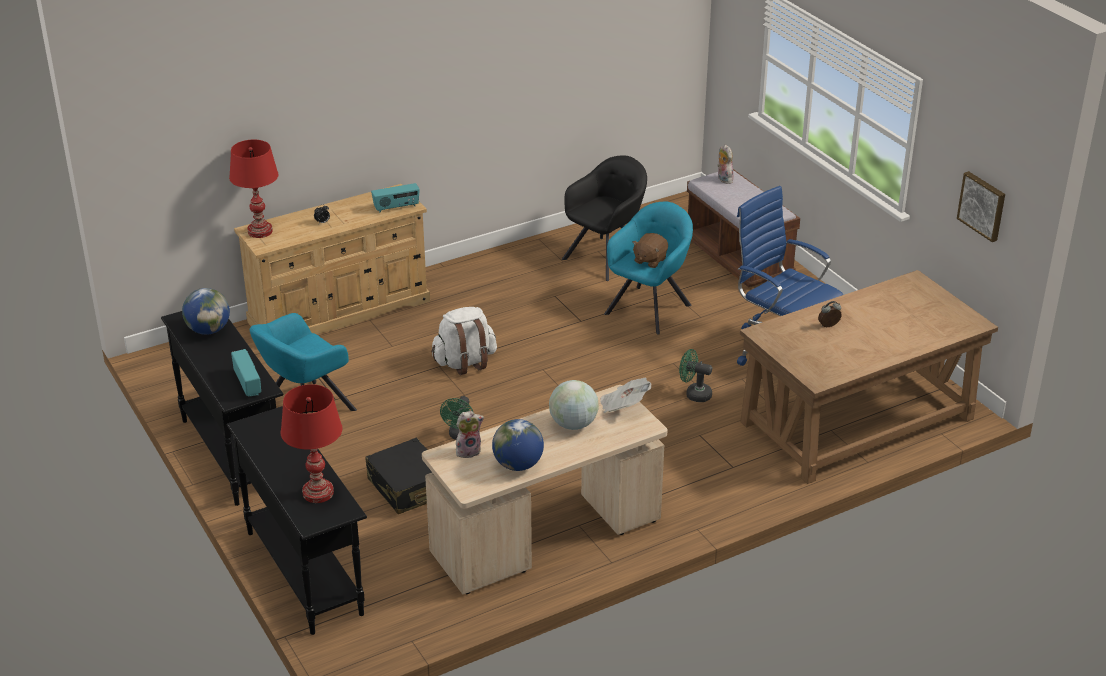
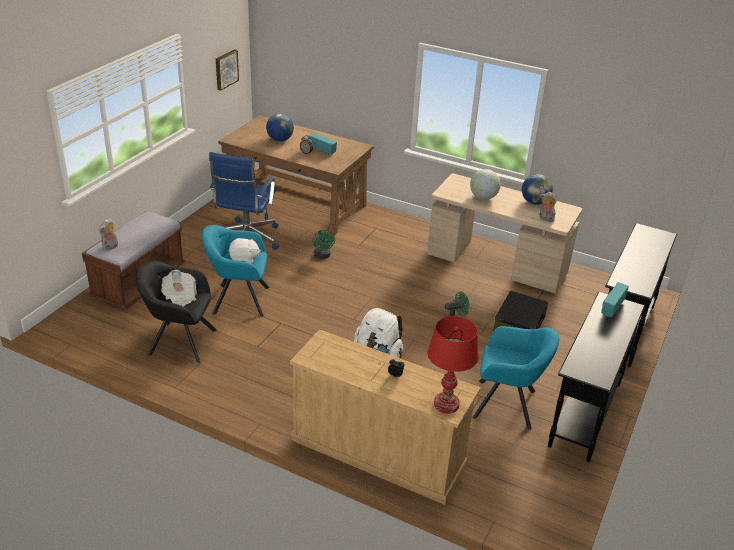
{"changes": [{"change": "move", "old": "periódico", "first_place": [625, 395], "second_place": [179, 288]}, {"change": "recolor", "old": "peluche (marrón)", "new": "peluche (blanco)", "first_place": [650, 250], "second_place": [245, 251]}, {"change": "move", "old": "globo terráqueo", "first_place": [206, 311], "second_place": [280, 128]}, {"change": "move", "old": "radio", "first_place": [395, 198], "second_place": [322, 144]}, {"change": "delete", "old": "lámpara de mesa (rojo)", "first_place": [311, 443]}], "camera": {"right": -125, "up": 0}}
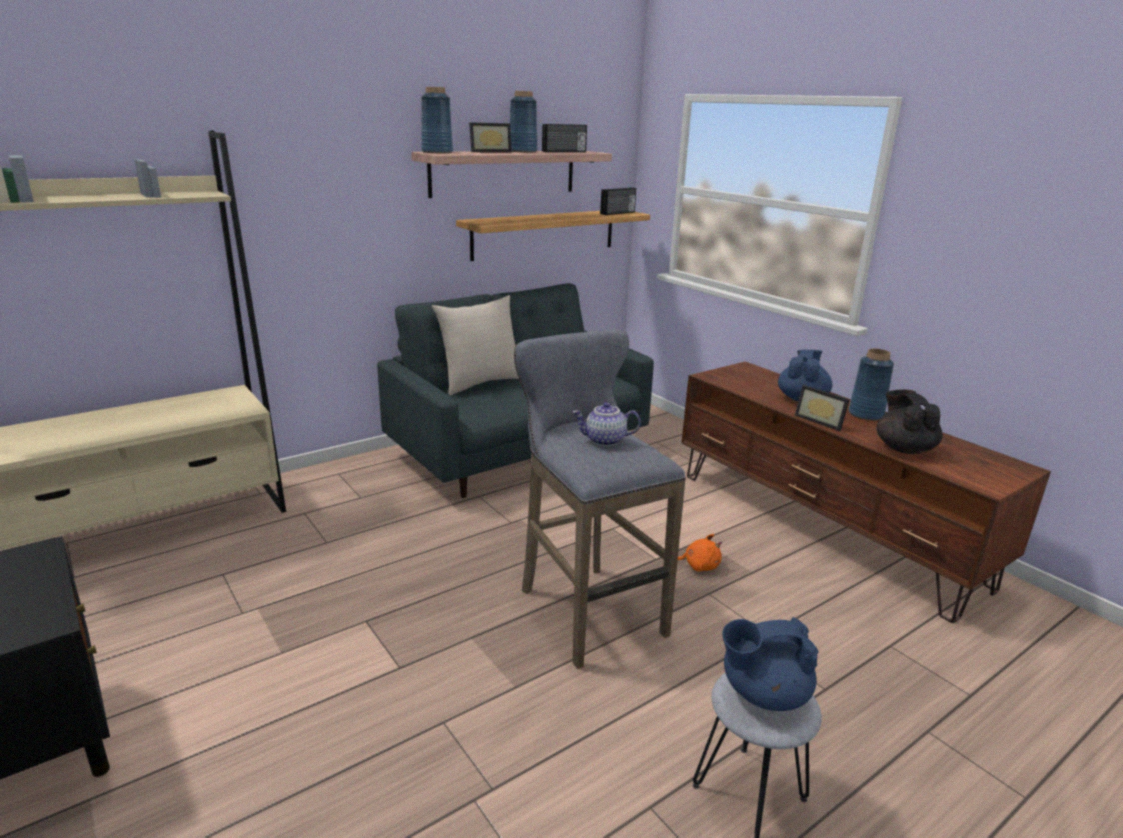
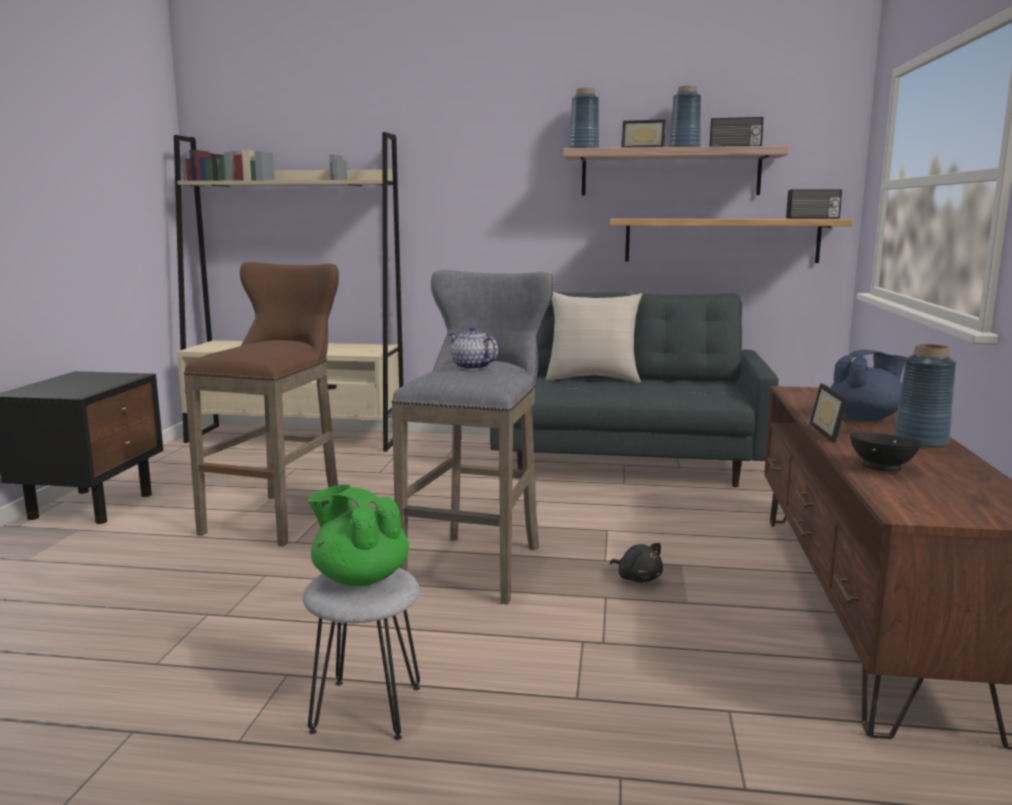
{"changes": [{"change": "insert", "new": "taburete (marrón)", "second_place": [261, 404]}, {"change": "recolor", "old": "tetera (azul)", "new": "tetera (verde)", "first_place": [770, 664], "second_place": [358, 535]}, {"change": "recolor", "old": "peluche (naranja)", "new": "peluche (negro)", "first_place": [700, 553], "second_place": [636, 562]}, {"change": "replace", "old": "tetera (negro)", "new": "cuenco (negro)", "first_place": [909, 421], "second_place": [886, 452]}], "camera": {"right": 45, "up": -10}}
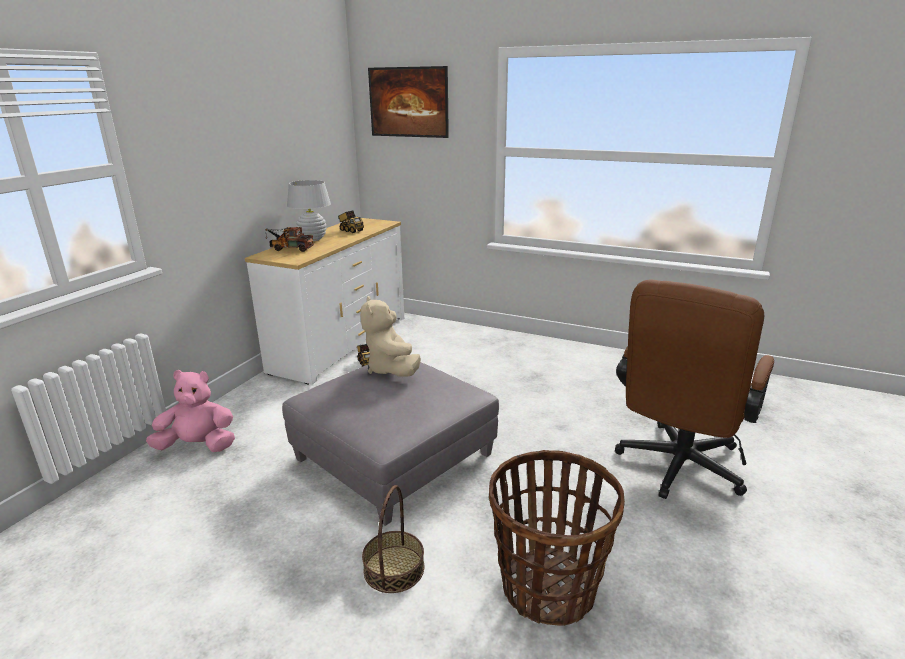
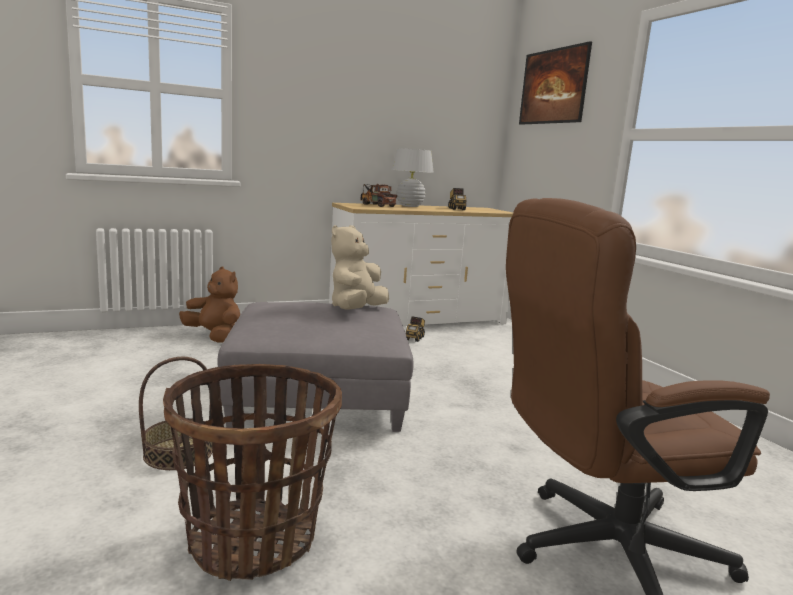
{"changes": [{"change": "recolor", "old": "peluche (rosa)", "new": "peluche (marrón)", "first_place": [190, 411], "second_place": [209, 304]}], "camera": {"right": 40, "up": -10}}
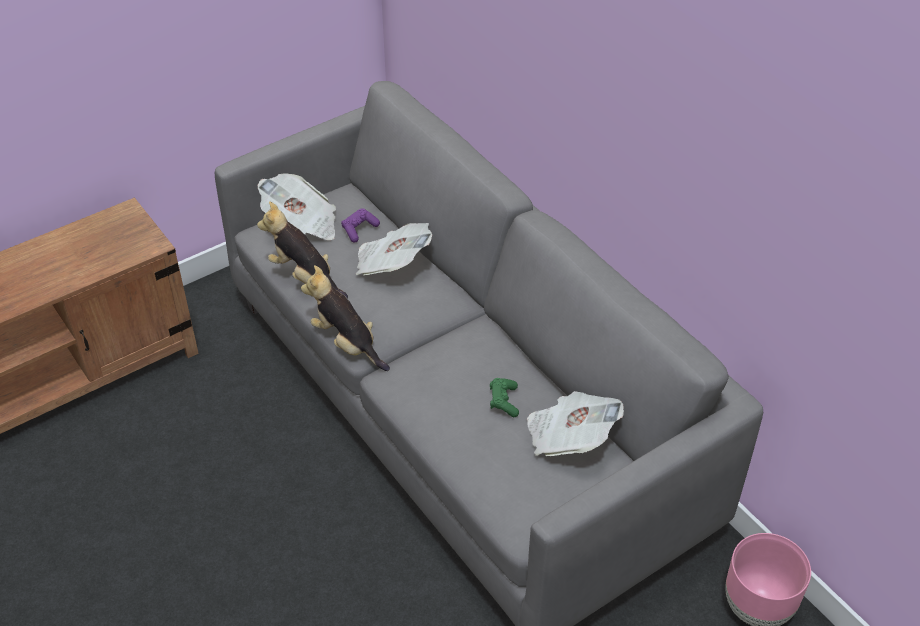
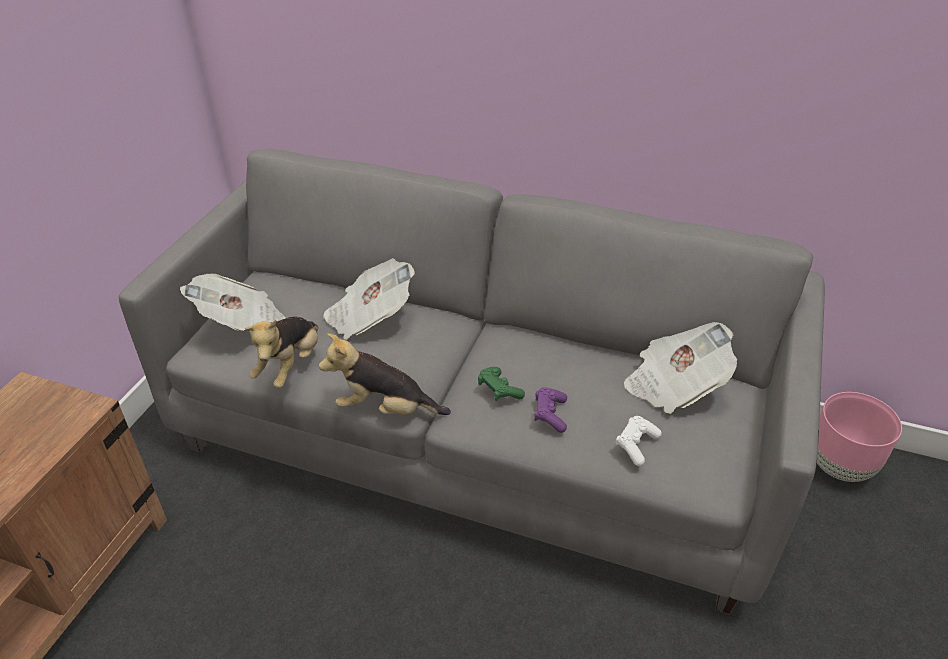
{"changes": [{"change": "rotate", "old": "peluche", "first_place": [302, 249], "second_place": [281, 353], "degrees": -75}, {"change": "move", "old": "mando de consola (verde)", "first_place": [504, 397], "second_place": [501, 384]}, {"change": "move", "old": "mando de consola (morado)", "first_place": [360, 225], "second_place": [550, 410]}, {"change": "insert", "new": "mando de consola (blanco)", "second_place": [639, 441]}], "camera": {"right": -35, "up": -5}}
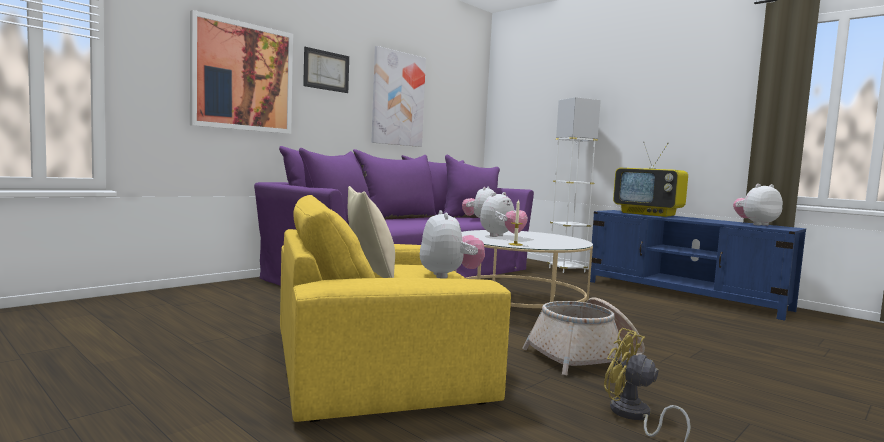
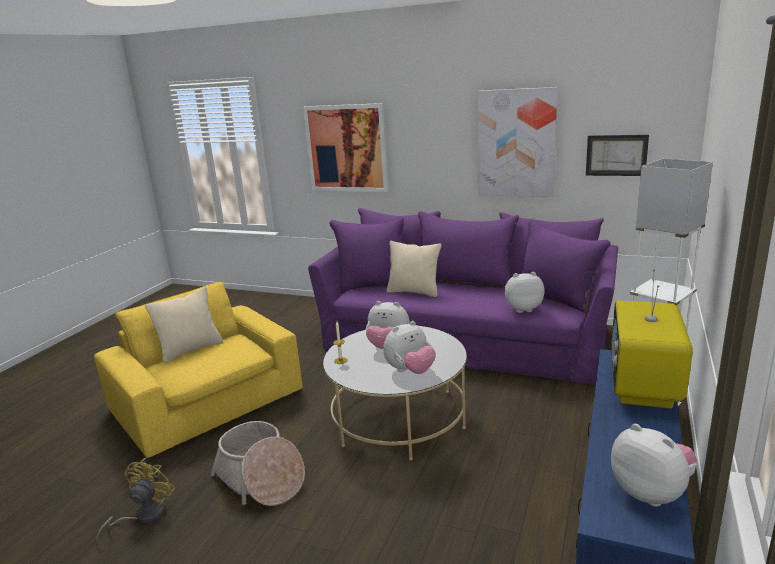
{"changes": [{"change": "move", "old": "peluche", "first_place": [452, 244], "second_place": [409, 347]}, {"change": "insert", "new": "cojín (beis)", "second_place": [414, 269]}, {"change": "move", "old": "cuadro", "first_place": [326, 70], "second_place": [617, 155]}], "camera": {"right": 70, "up": 15}}
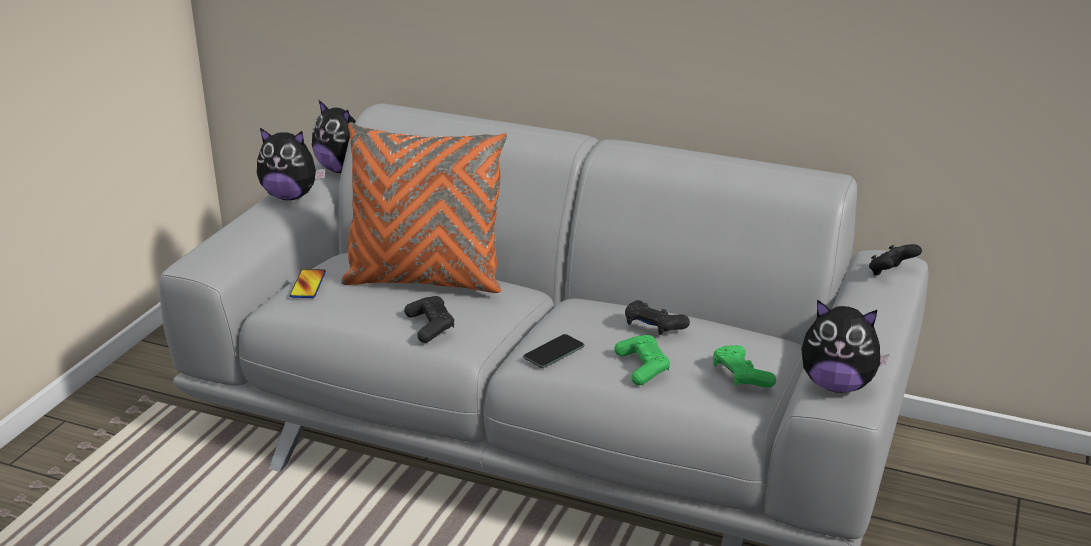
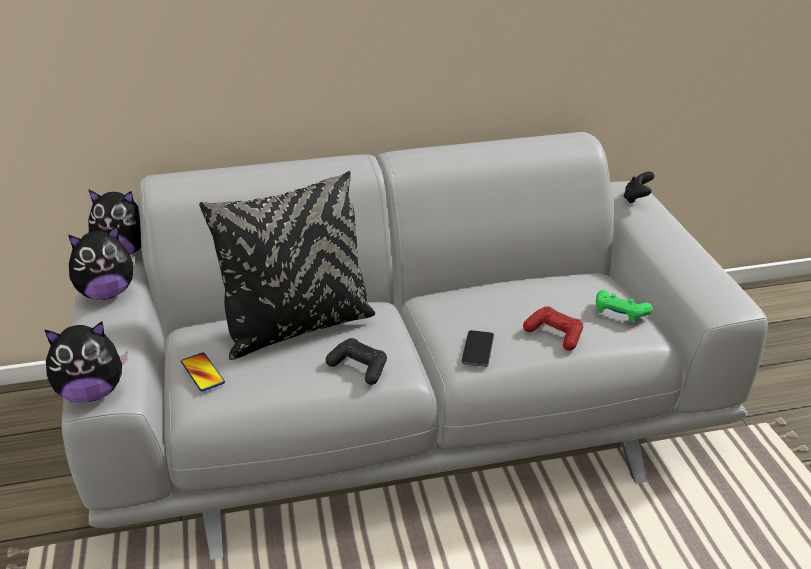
{"changes": [{"change": "move", "old": "peluche", "first_place": [845, 346], "second_place": [86, 362]}, {"change": "recolor", "old": "cojín (naranja)", "new": "cojín (negro)", "first_place": [424, 207], "second_place": [287, 265]}, {"change": "recolor", "old": "mando de consola (verde)", "new": "mando de consola (rojo)", "first_place": [642, 360], "second_place": [553, 328]}, {"change": "delete", "old": "mando de consola (negro)", "first_place": [657, 317]}], "camera": {"right": -35, "up": 5}}
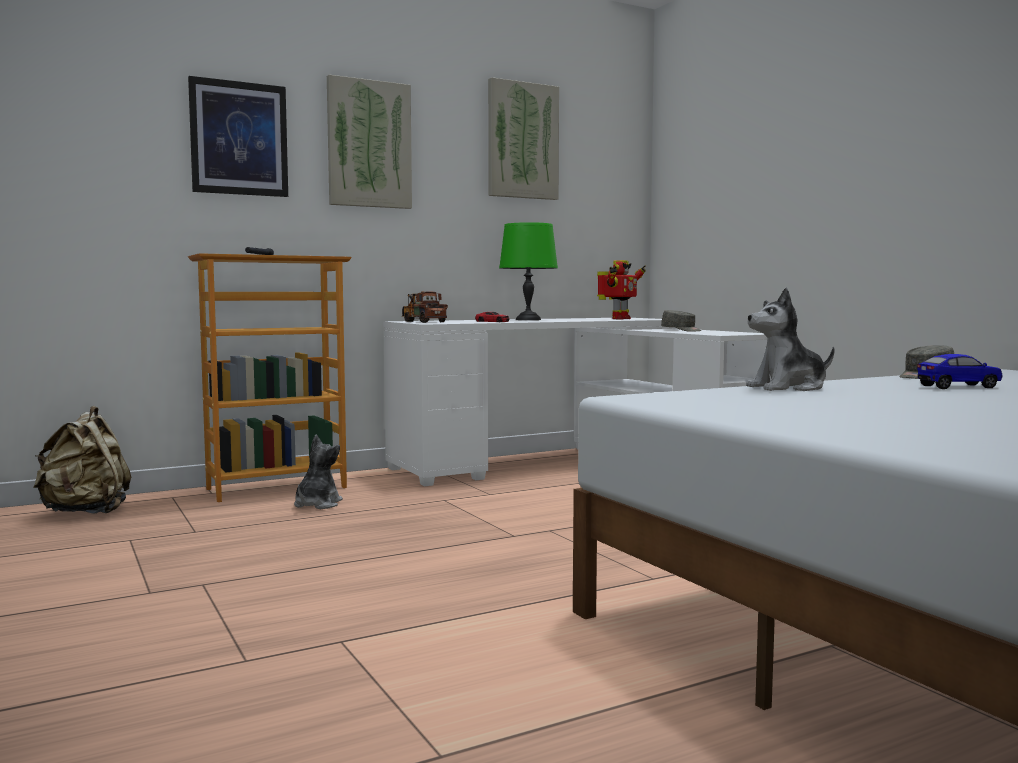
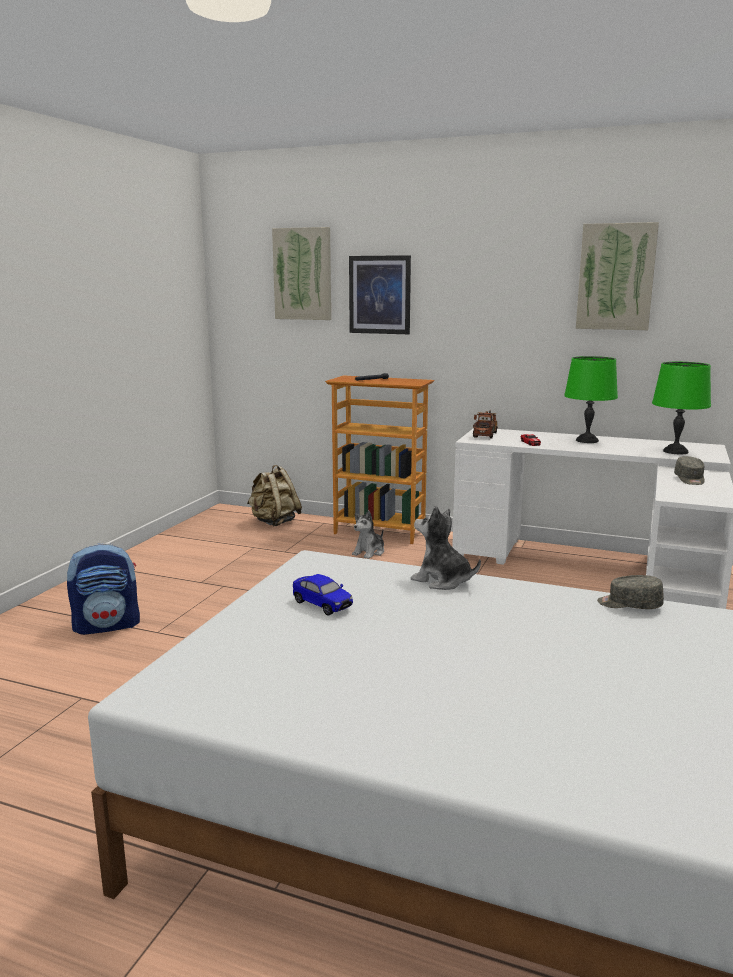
{"changes": [{"change": "insert", "new": "mochila", "second_place": [103, 589]}, {"change": "move", "old": "cuadro", "first_place": [369, 141], "second_place": [301, 273]}, {"change": "move", "old": "coche de juguete", "first_place": [960, 371], "second_place": [323, 595]}, {"change": "rotate", "old": "peluche", "first_place": [318, 472], "second_place": [368, 534], "degrees": 150}, {"change": "replace", "old": "robot de juguete", "new": "lámpara de mesa (verde)", "first_place": [621, 289], "second_place": [681, 408]}], "camera": {"right": 50, "up": 10}}
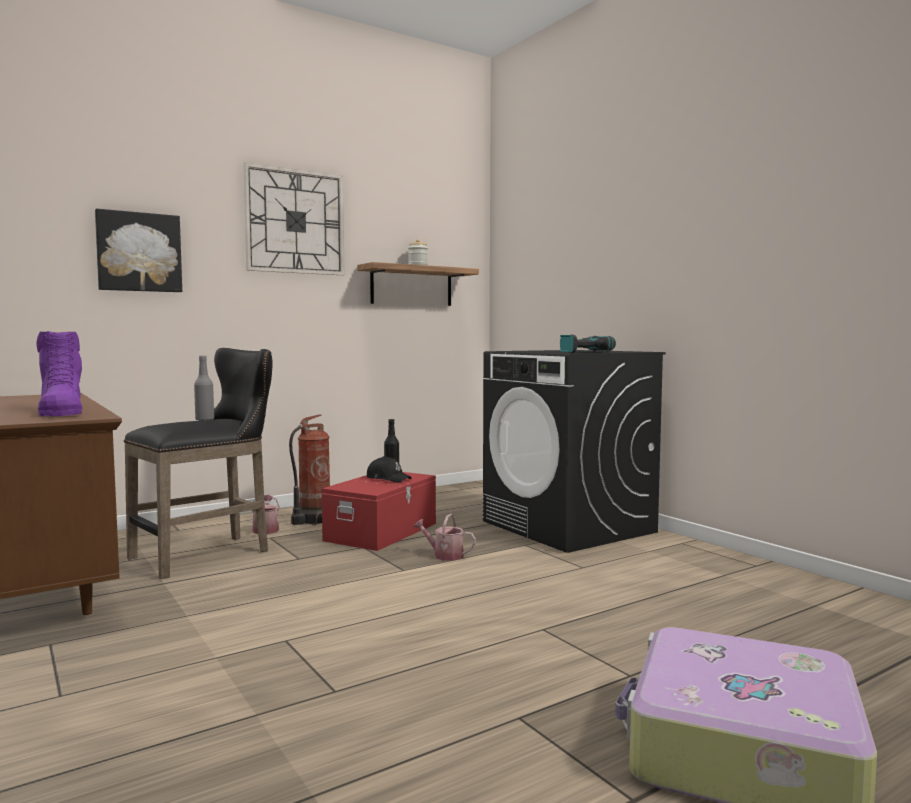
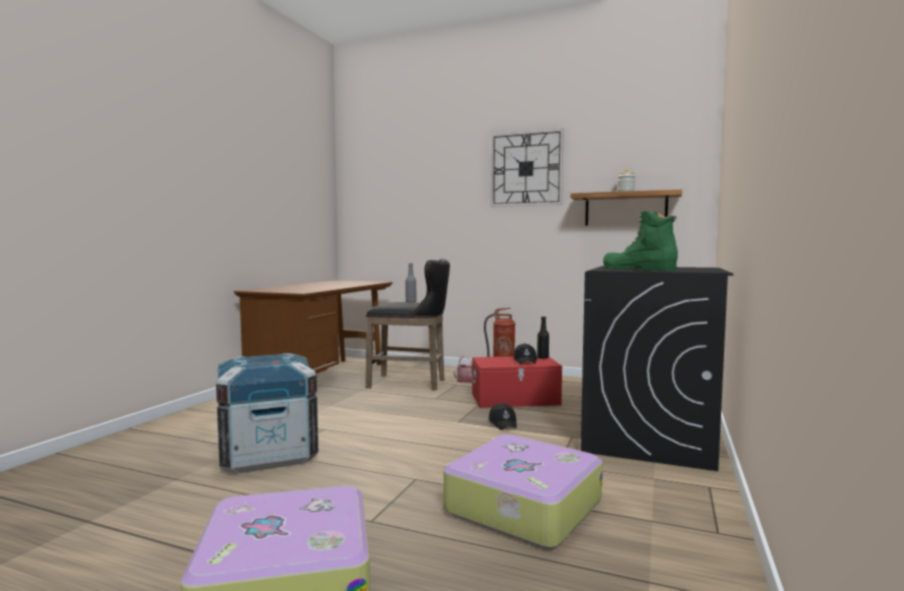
{"changes": [{"change": "insert", "new": "caja de embalaje", "second_place": [267, 413]}, {"change": "insert", "new": "maleta", "second_place": [523, 491]}, {"change": "replace", "old": "regadera", "new": "gorra (negro)", "first_place": [444, 537], "second_place": [503, 416]}, {"change": "replace", "old": "taladro", "new": "bota (verde)", "first_place": [588, 343], "second_place": [640, 241]}, {"change": "delete", "old": "bota (morado)", "first_place": [59, 373]}, {"change": "delete", "old": "cuadro", "first_place": [138, 250]}], "camera": {"right": 55, "up": 0}}
